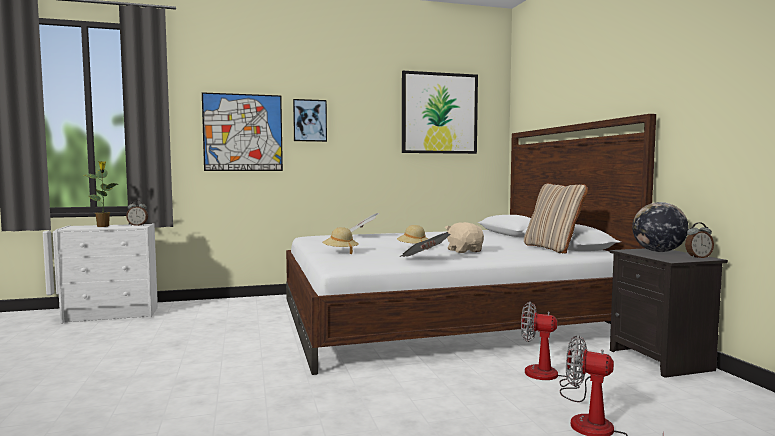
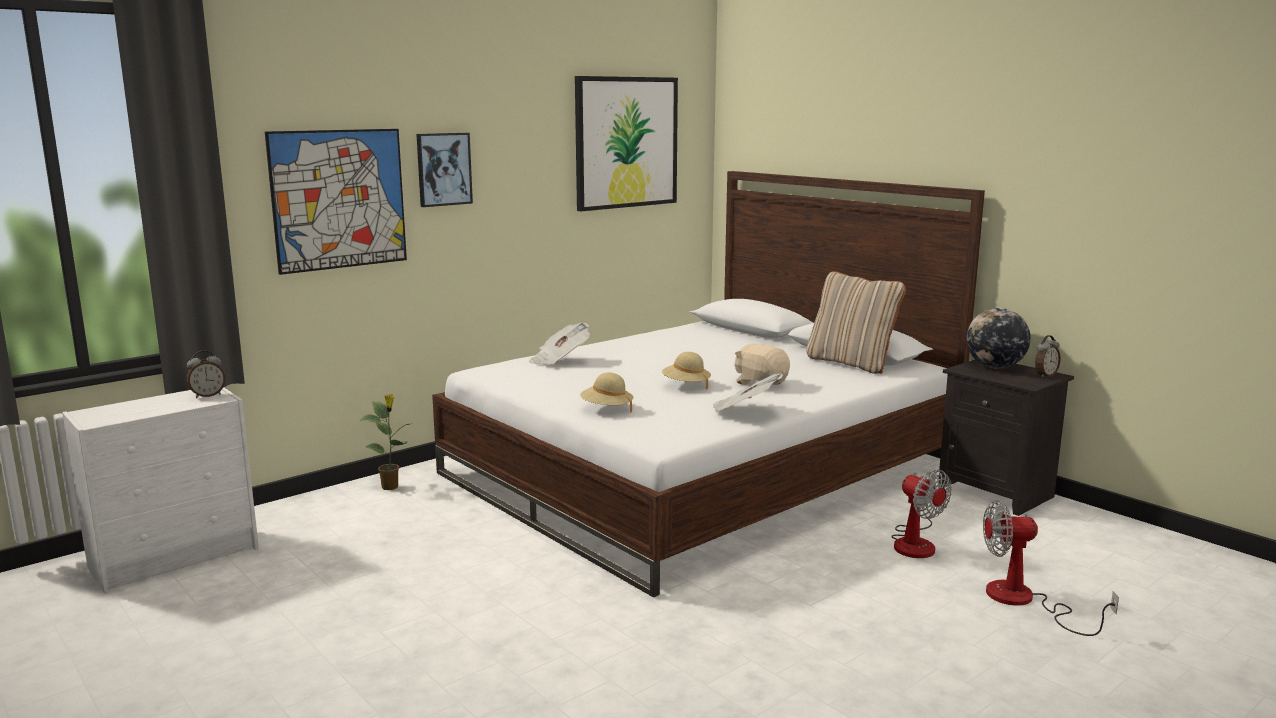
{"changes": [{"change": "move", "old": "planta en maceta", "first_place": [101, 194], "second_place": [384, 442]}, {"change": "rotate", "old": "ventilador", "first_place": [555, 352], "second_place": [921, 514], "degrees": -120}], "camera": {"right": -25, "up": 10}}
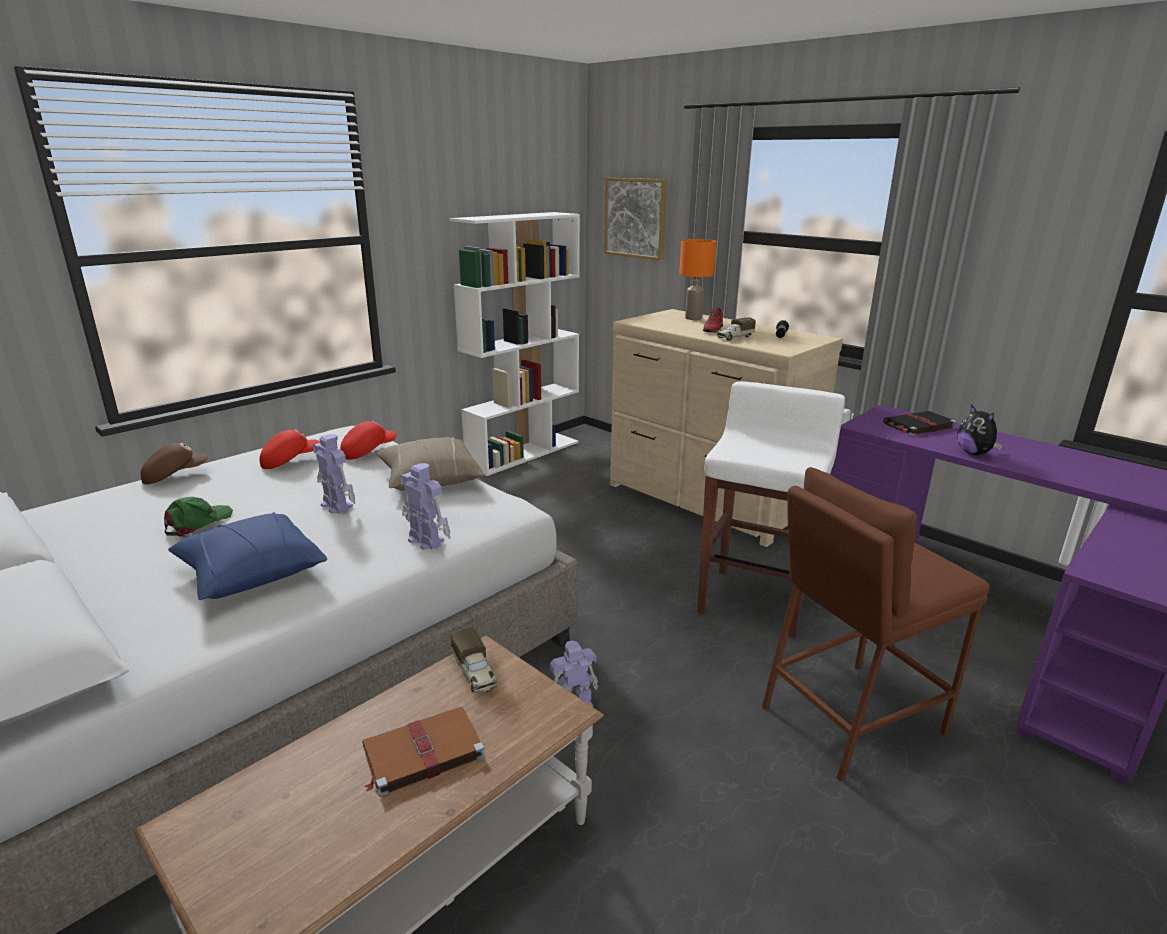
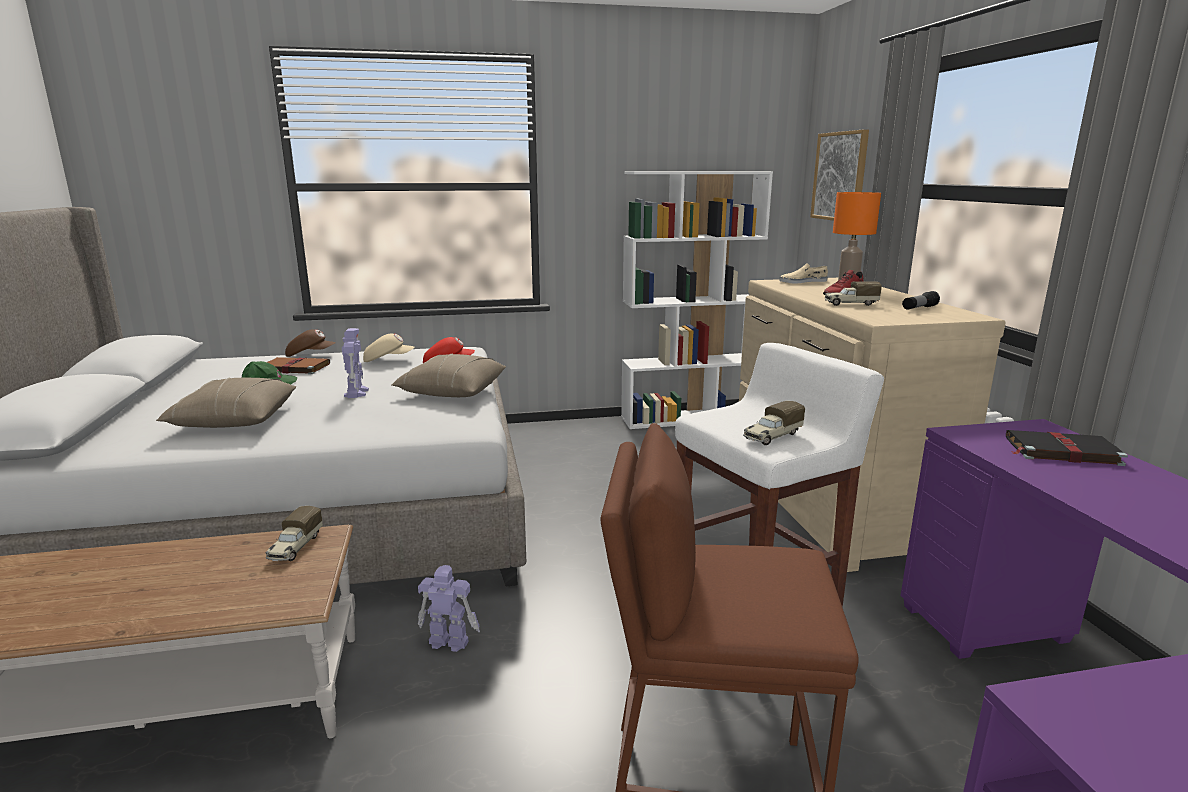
{"changes": [{"change": "recolor", "old": "cojín (azul)", "new": "cojín (beis)", "first_place": [247, 556], "second_place": [226, 402]}, {"change": "move", "old": "libro (marrón)", "first_place": [423, 752], "second_place": [298, 365]}, {"change": "recolor", "old": "gorra (rojo)", "new": "gorra (beis)", "first_place": [290, 449], "second_place": [388, 348]}, {"change": "insert", "new": "camión de juguete", "second_place": [774, 423]}, {"change": "insert", "new": "zapato (beis)", "second_place": [804, 273]}, {"change": "delete", "old": "robot de juguete", "first_place": [425, 506]}, {"change": "delete", "old": "peluche", "first_place": [980, 429]}], "camera": {"right": 35, "up": -5}}
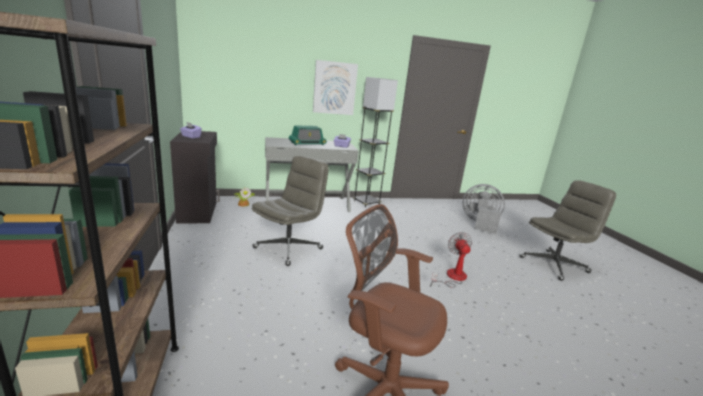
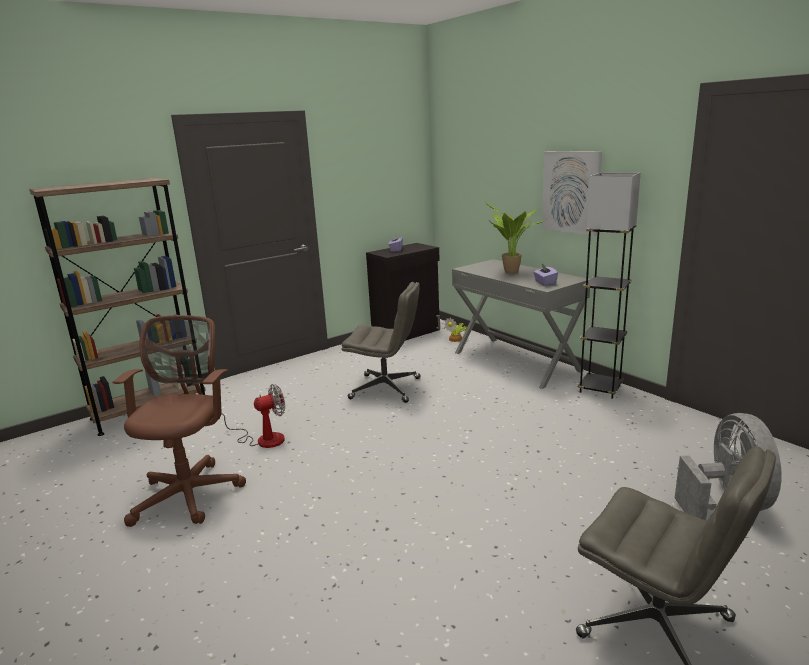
{"changes": [{"change": "move", "old": "ventilador", "first_place": [451, 260], "second_place": [252, 416]}, {"change": "replace", "old": "radio", "new": "planta en maceta", "first_place": [308, 135], "second_place": [515, 238]}], "camera": {"right": 70, "up": 0}}
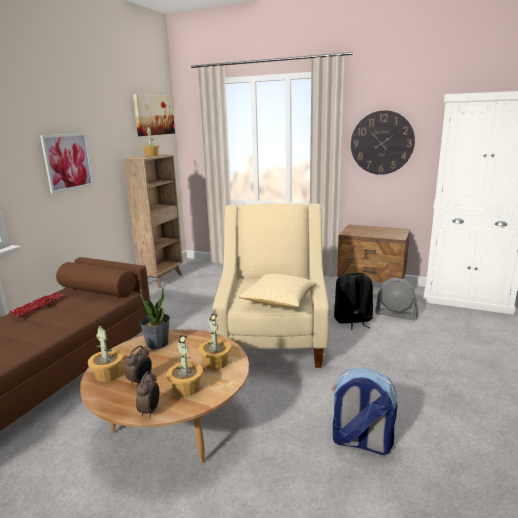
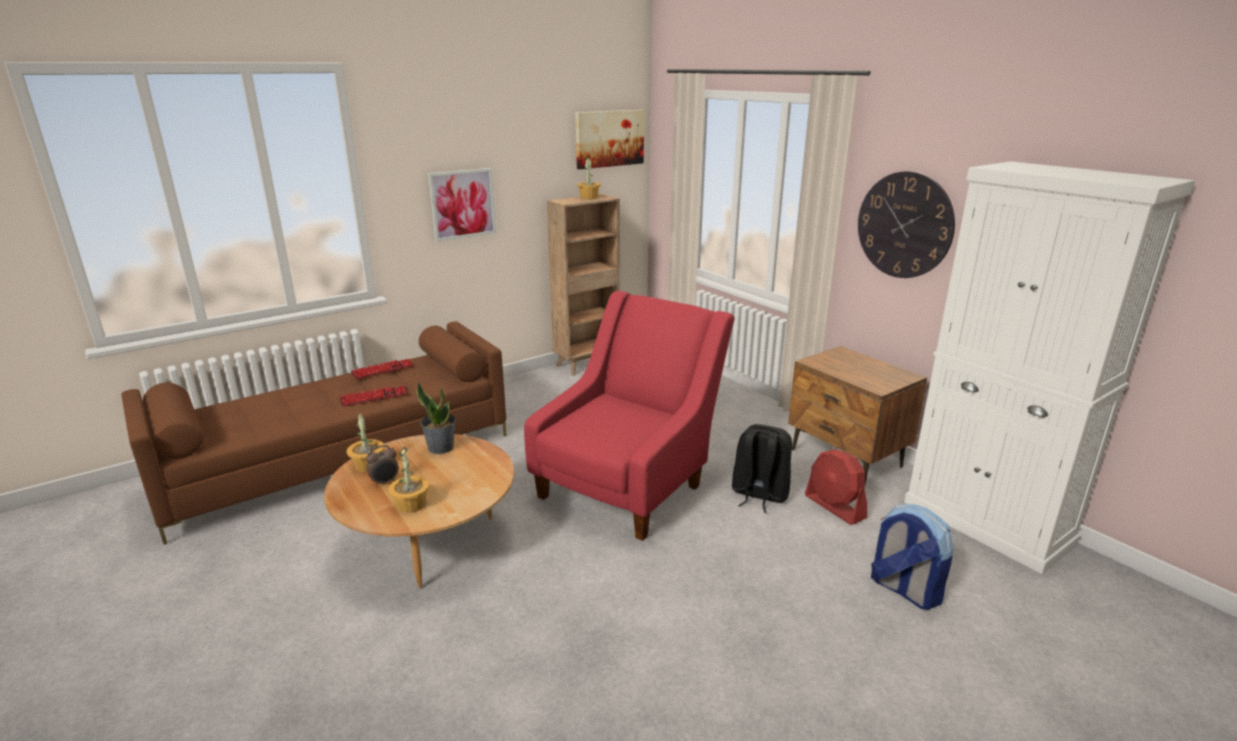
{"changes": [{"change": "insert", "new": "teclado", "second_place": [373, 396]}, {"change": "recolor", "old": "sillón (beis)", "new": "sillón (rojo)", "first_place": [271, 286], "second_place": [629, 416]}, {"change": "recolor", "old": "ventilador (gris)", "new": "ventilador (rojo)", "first_place": [396, 299], "second_place": [836, 487]}, {"change": "move", "old": "mochila", "first_place": [364, 411], "second_place": [912, 557]}, {"change": "delete", "old": "despertador", "first_place": [147, 395]}, {"change": "delete", "old": "planta en maceta", "first_place": [214, 342]}, {"change": "delete", "old": "cojín", "first_place": [278, 290]}], "camera": {"right": 30, "up": 5}}
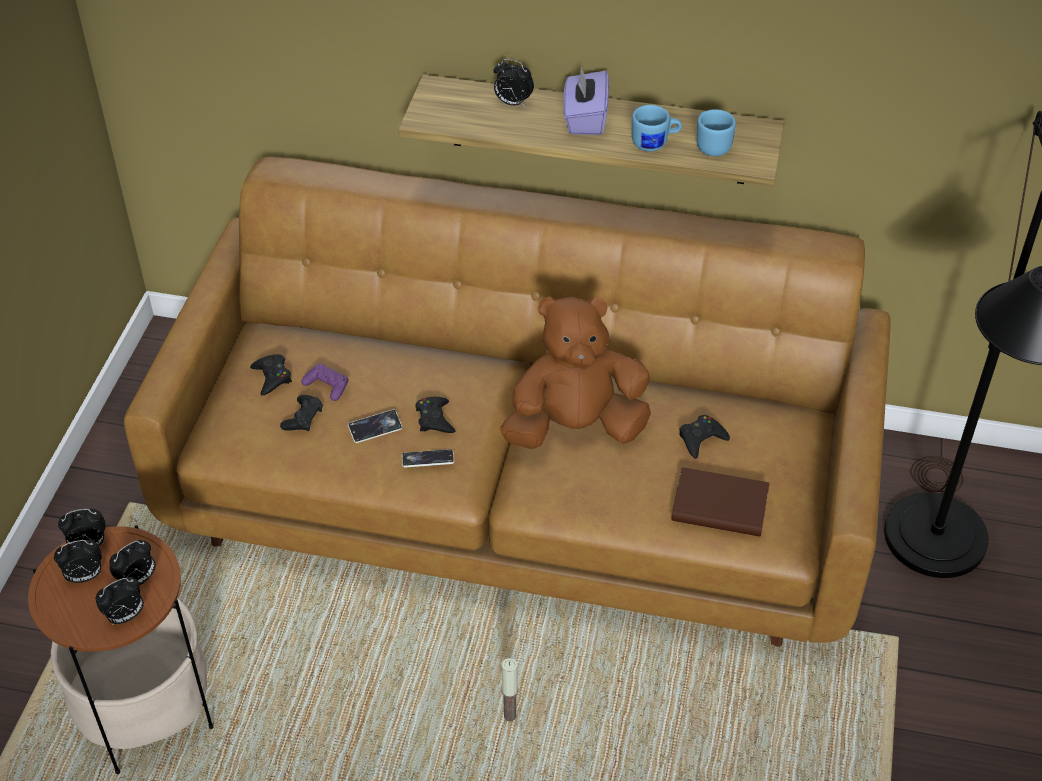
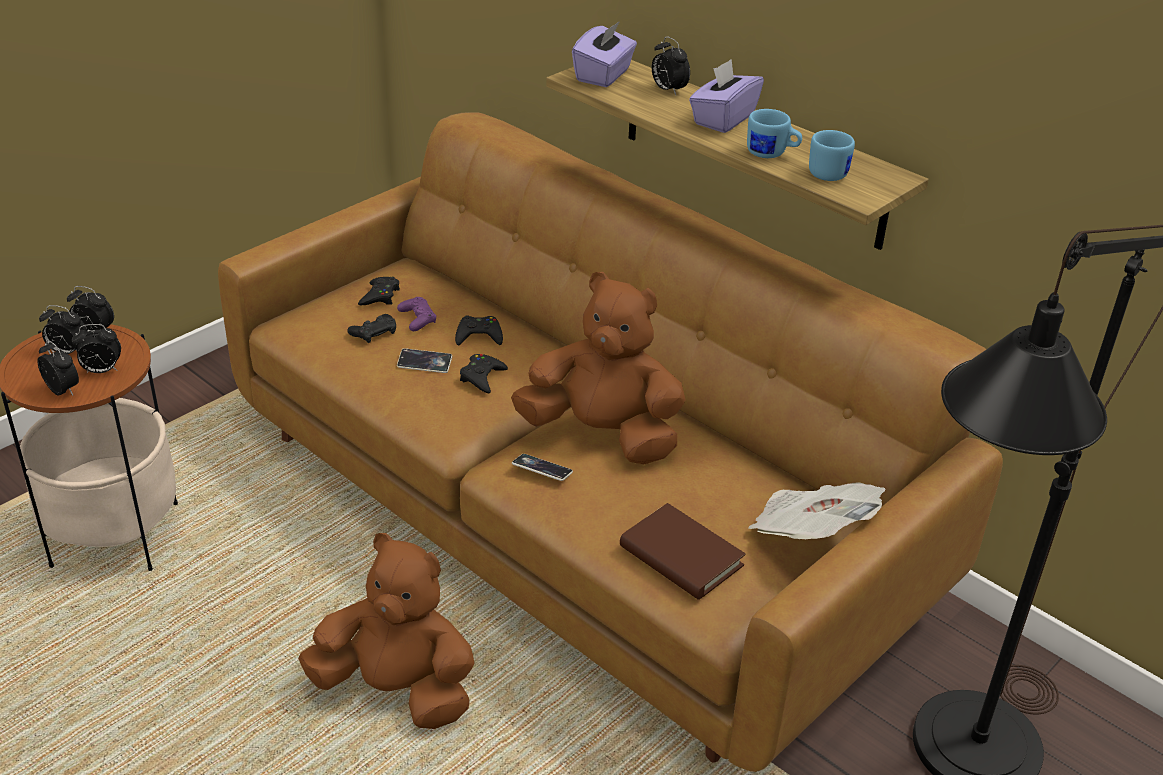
{"changes": [{"change": "rotate", "old": "despertador", "first_place": [120, 600], "second_place": [58, 367], "degrees": -135}, {"change": "replace", "old": "vela", "new": "peluche (marrón)", "first_place": [510, 690], "second_place": [386, 631]}, {"change": "move", "old": "mando de consola (negro)", "first_place": [704, 437], "second_place": [479, 330]}, {"change": "move", "old": "móvil", "first_place": [428, 458], "second_place": [542, 467]}, {"change": "insert", "new": "caja de pañuelos (morado)", "second_place": [604, 54]}, {"change": "insert", "new": "periódico", "second_place": [817, 510]}], "camera": {"right": 30, "up": -10}}
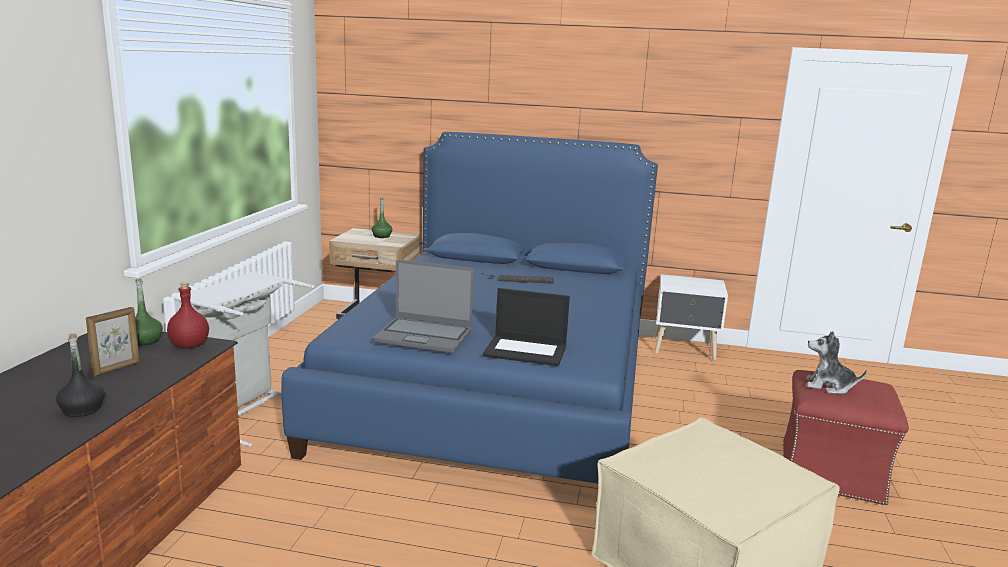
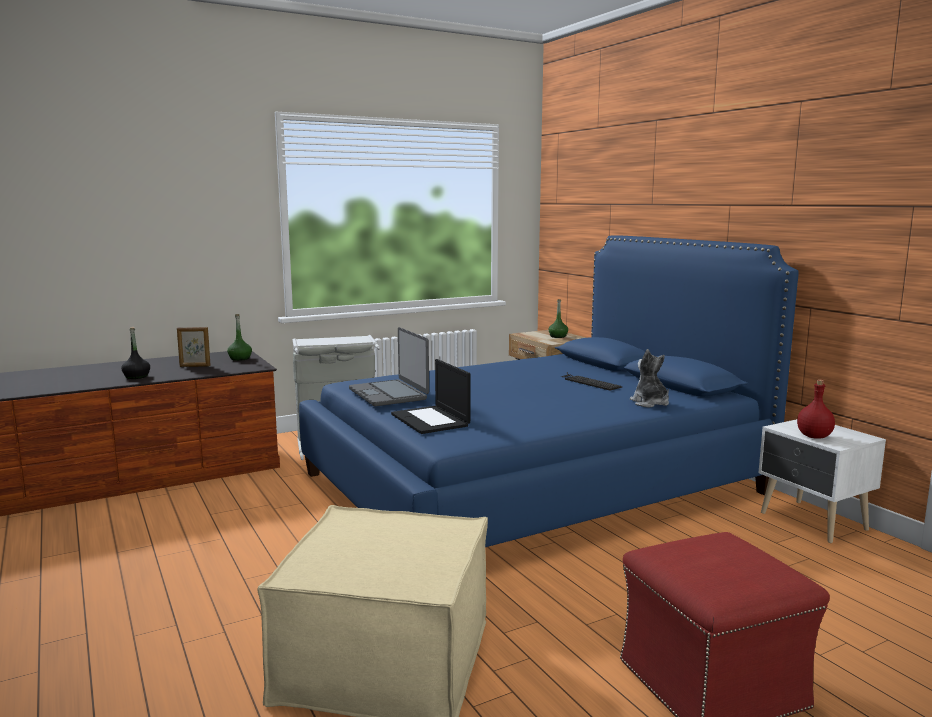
{"changes": [{"change": "move", "old": "peluche", "first_place": [836, 362], "second_place": [649, 378]}, {"change": "move", "old": "botella (rojo)", "first_place": [188, 315], "second_place": [816, 409]}], "camera": {"right": 50, "up": -5}}
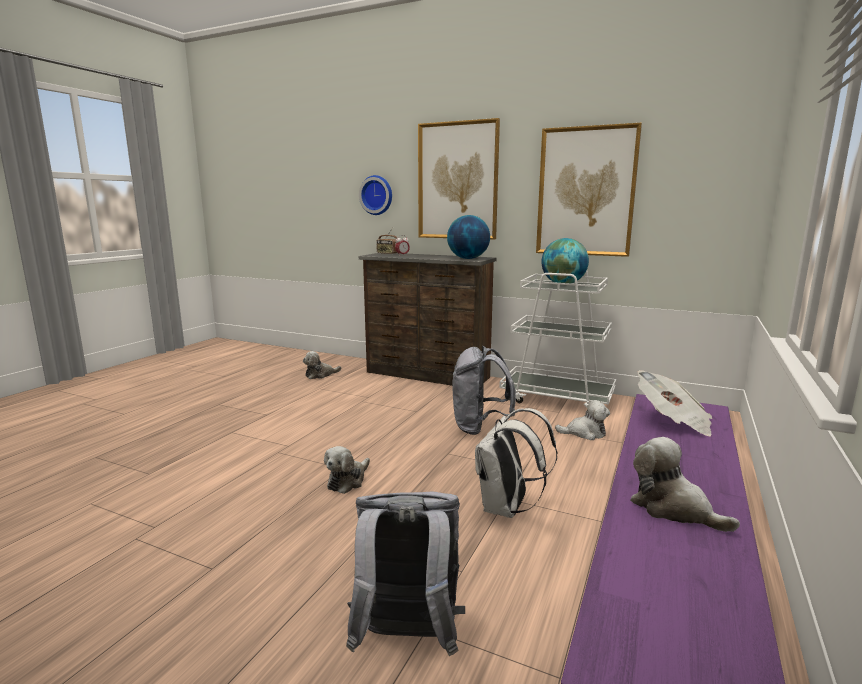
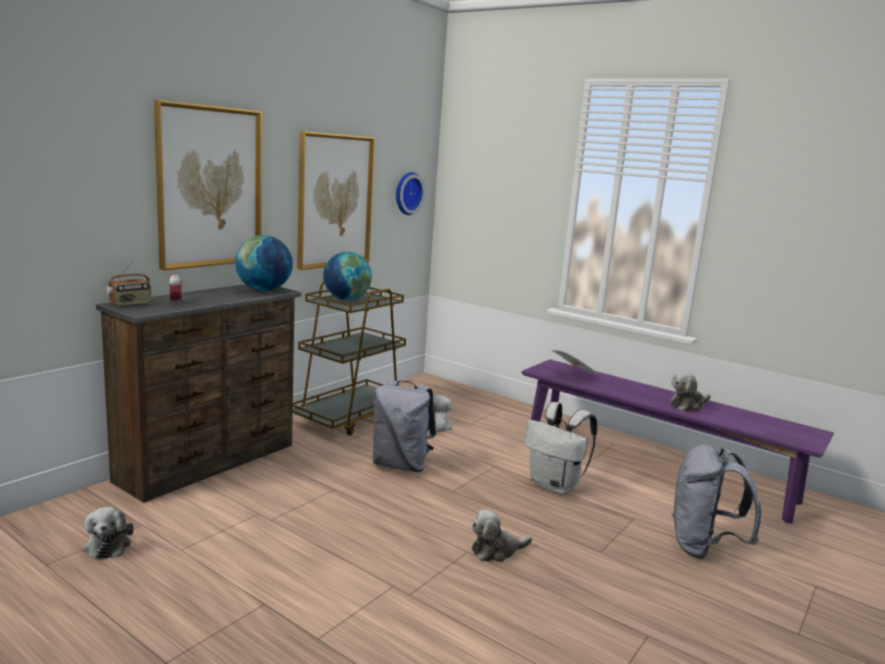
{"changes": [{"change": "recolor", "old": "carrito (blanco)", "new": "carrito (marrón)", "first_place": [557, 339], "second_place": [349, 358]}, {"change": "move", "old": "reloj de pared", "first_place": [375, 195], "second_place": [410, 193]}, {"change": "rotate", "old": "peluche", "first_place": [347, 470], "second_place": [501, 536], "degrees": 120}], "camera": {"right": -80, "up": 0}}
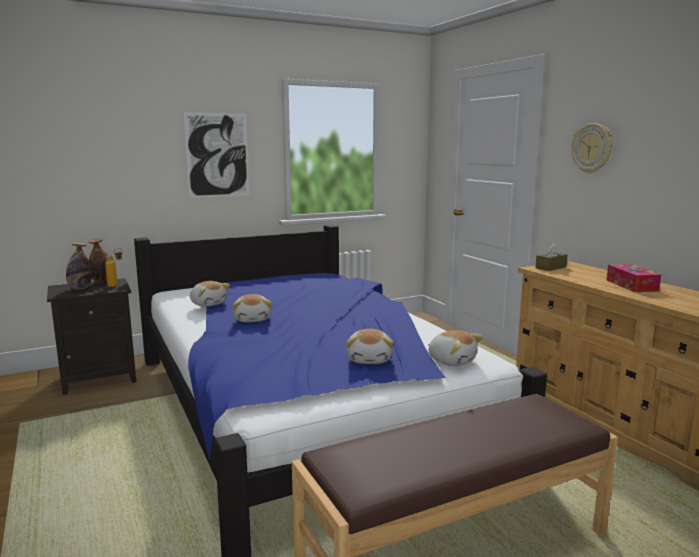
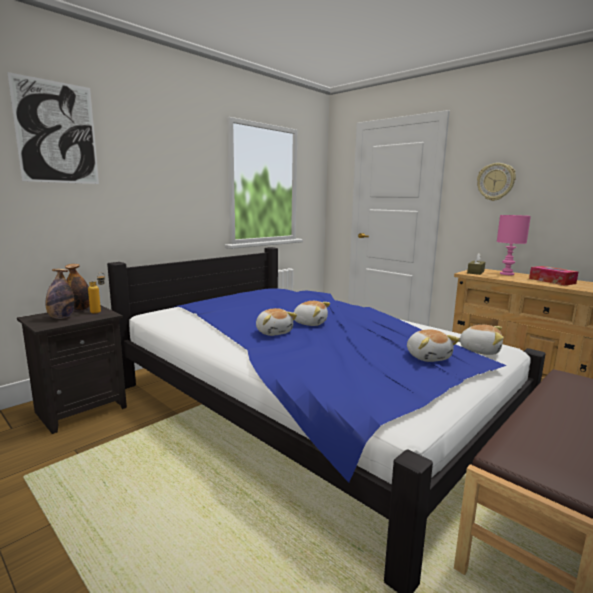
{"changes": [{"change": "move", "old": "cuadro", "first_place": [216, 155], "second_place": [53, 128]}, {"change": "move", "old": "peluche", "first_place": [210, 294], "second_place": [311, 313]}, {"change": "insert", "new": "lámpara de mesa (rosa)", "second_place": [514, 245]}], "camera": {"right": -20, "up": 0}}
